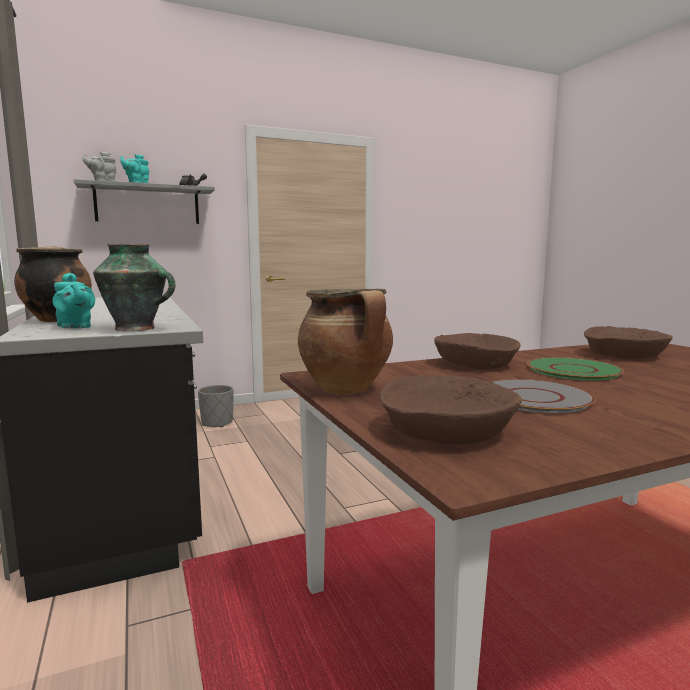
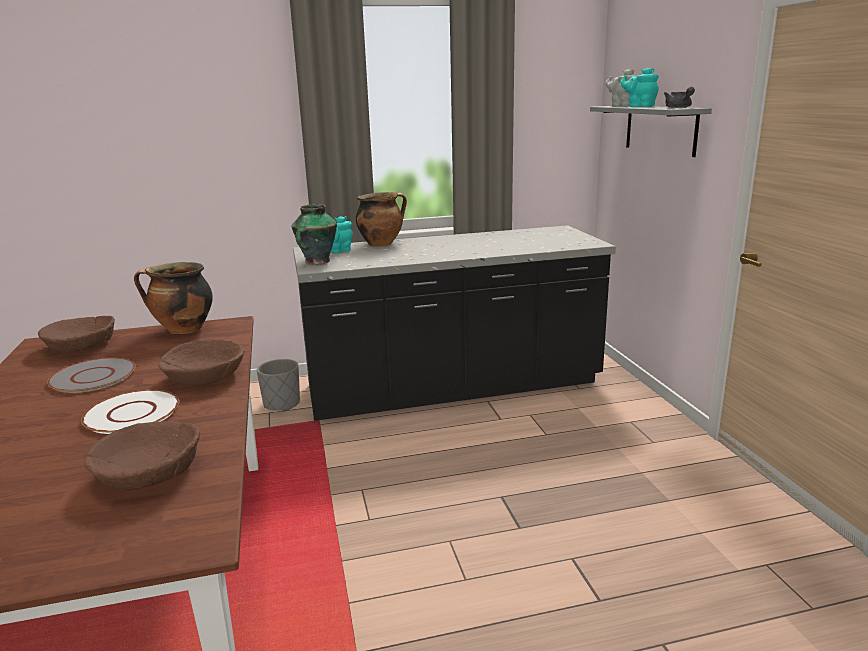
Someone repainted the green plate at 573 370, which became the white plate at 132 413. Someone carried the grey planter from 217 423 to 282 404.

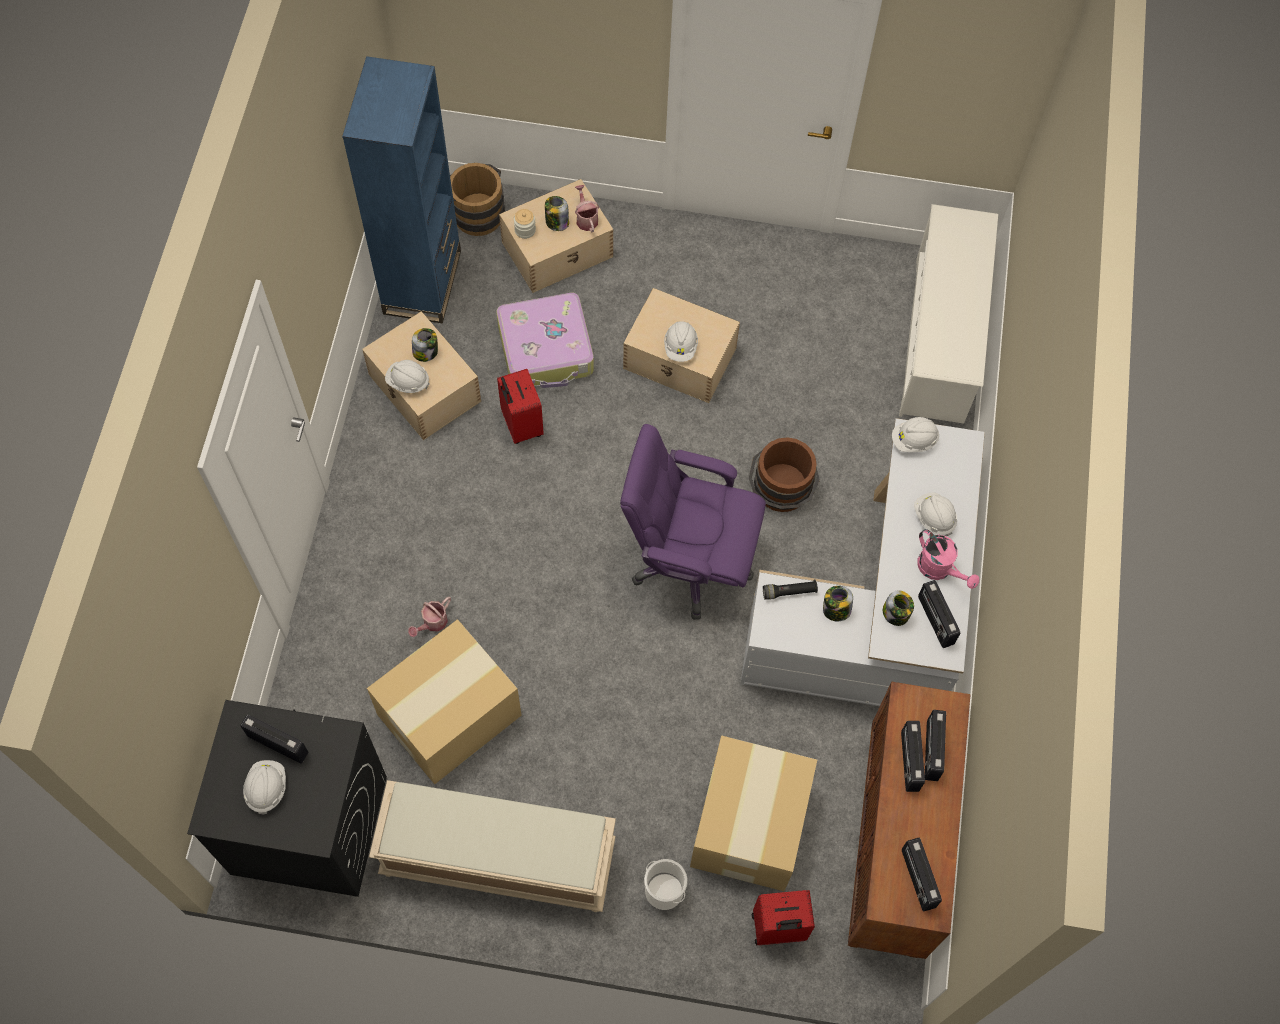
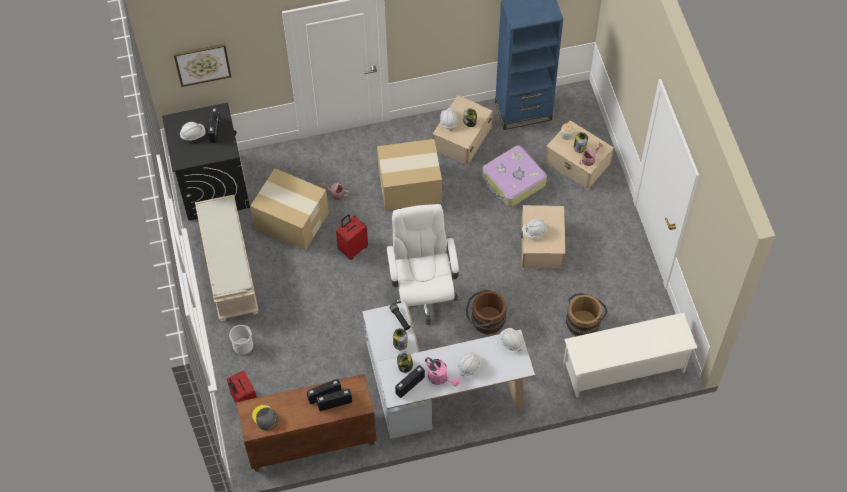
Someone put up the picture at 202 64. Someone swapped the radio at 917 879 for the grey cap at 265 418. Someone carried the red suitcase from 520 425 to 353 248. Someone carried the cardboard box from 748 826 to 408 186. Someone repainted the purple office chair at 689 562, which became the white office chair at 423 293. Someone rotated the pink watering can at 939 569 by 75 degrees counterclockwise. Someone carried the brown bucket from 475 211 to 584 321.

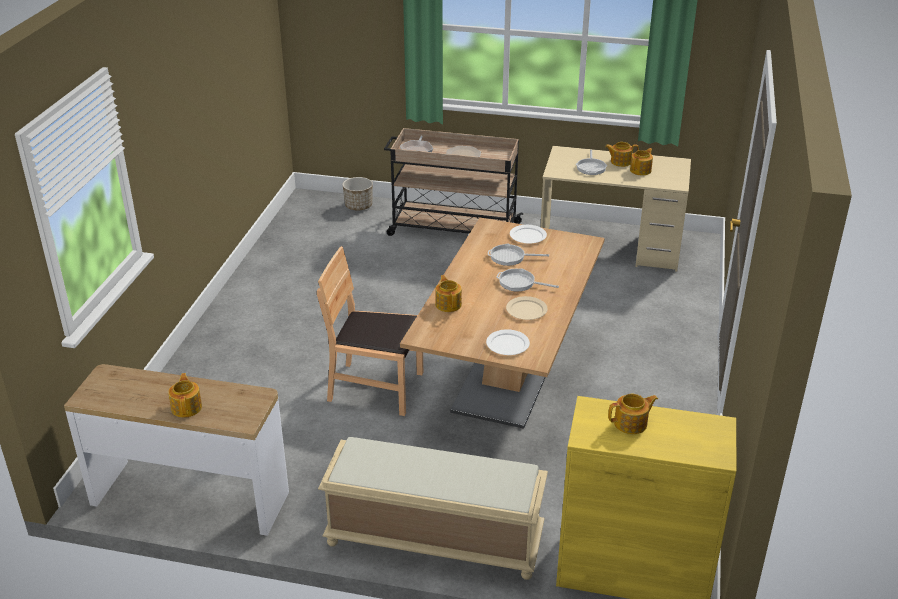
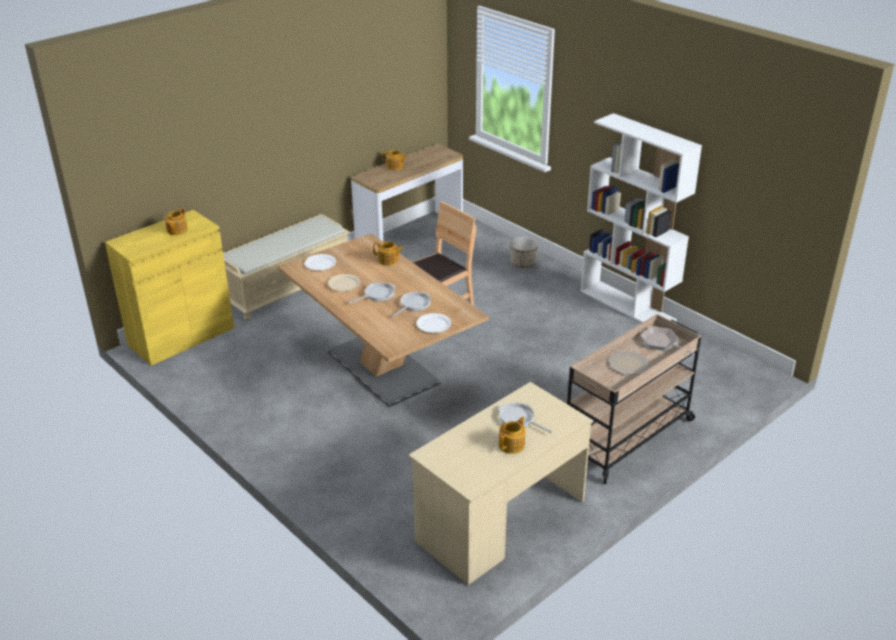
Someone carried the planter from 358 206 to 523 263. Someone put down the white bookcase at 628 305. Someone took away the teapot at 641 170.

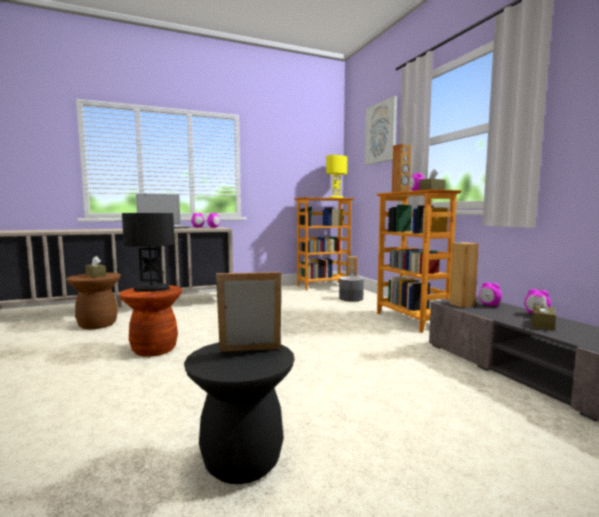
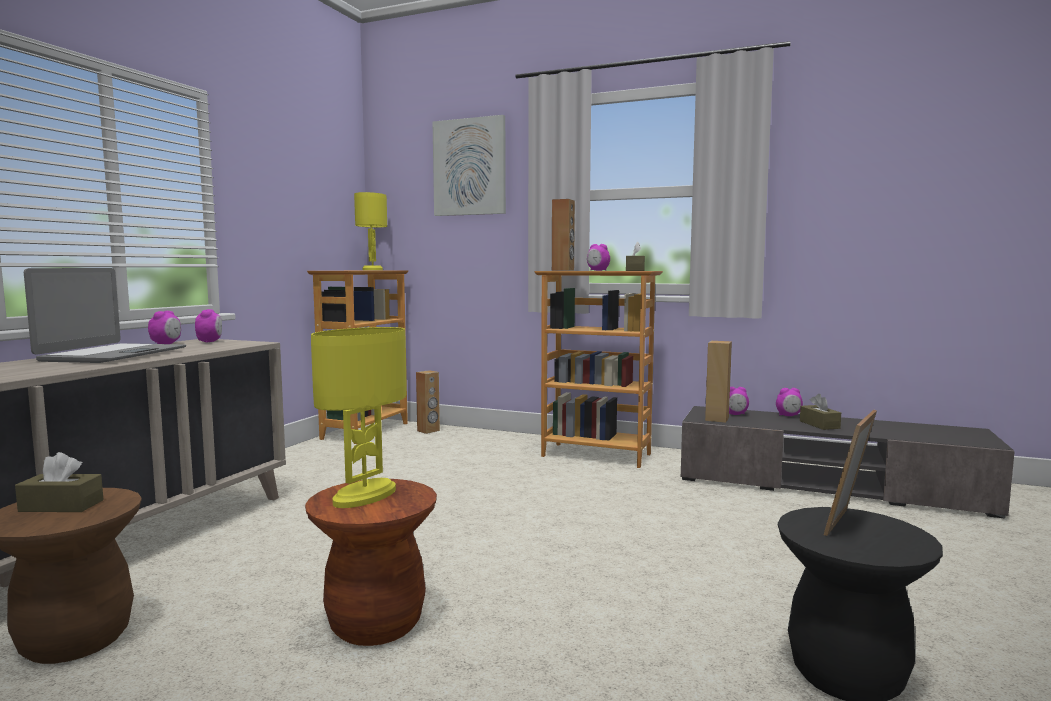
Someone repainted the black table lamp at 152 289, which became the yellow table lamp at 364 496. Someone took away the grey planter at 351 298.

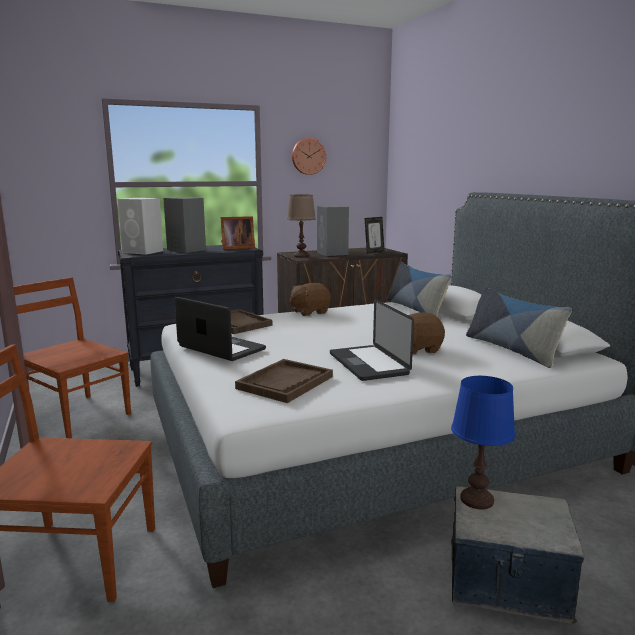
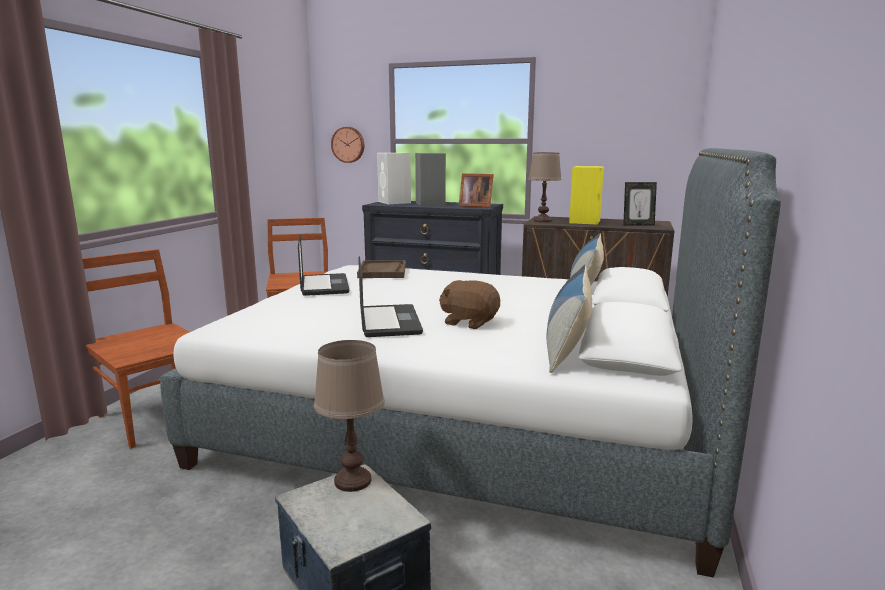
Someone repainted the blue table lamp at 477 500, which became the brown table lamp at 352 481. Someone carried the wall clock from 308 156 to 348 144. Someone rotated the laptop at 368 364 by 150 degrees clockwise. Someone repainted the grey speaker at 332 253, which became the yellow speaker at 584 222. Someone took away the brown tray at 285 383. Someone took away the brown plush toy at 309 312.

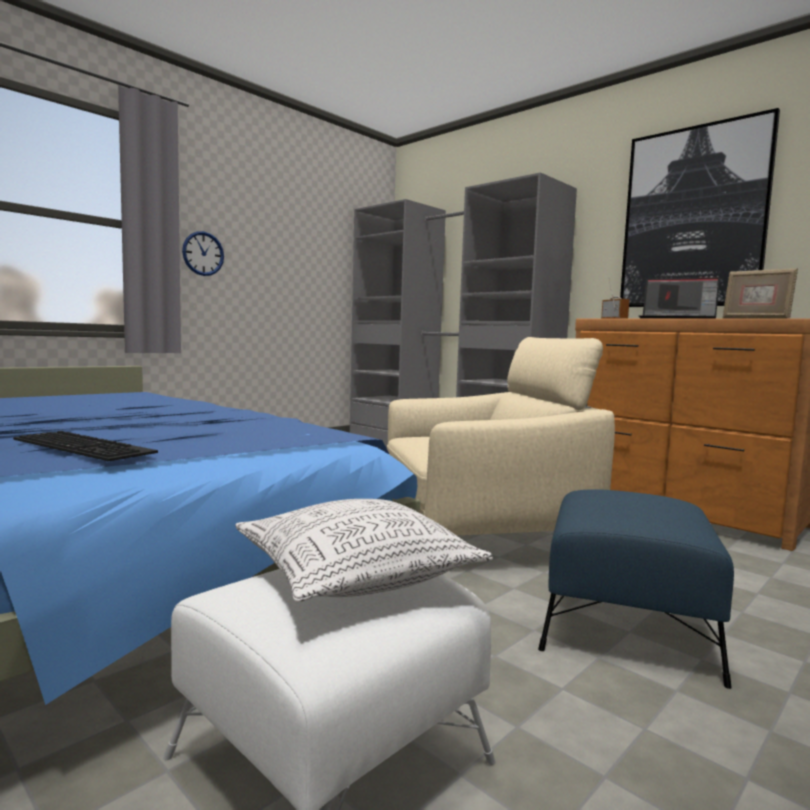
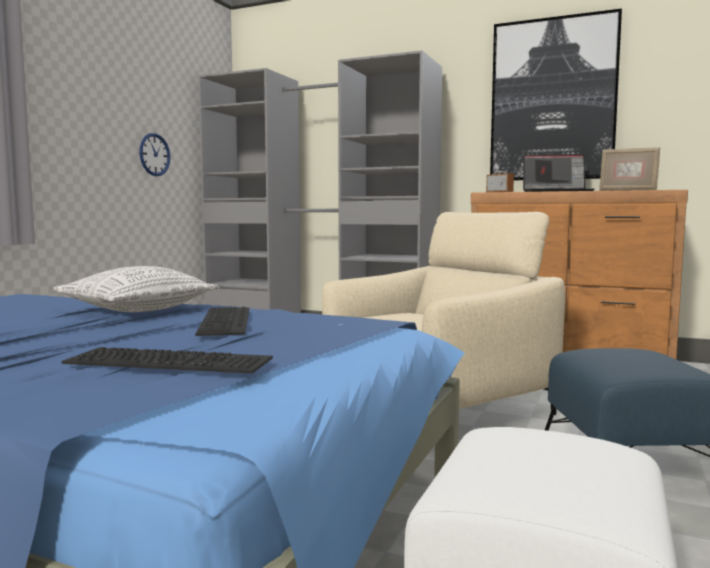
Someone carried the pillow from 356 575 to 138 309. Someone carried the wall clock from 203 253 to 154 154. Someone put down the keyboard at 228 321.

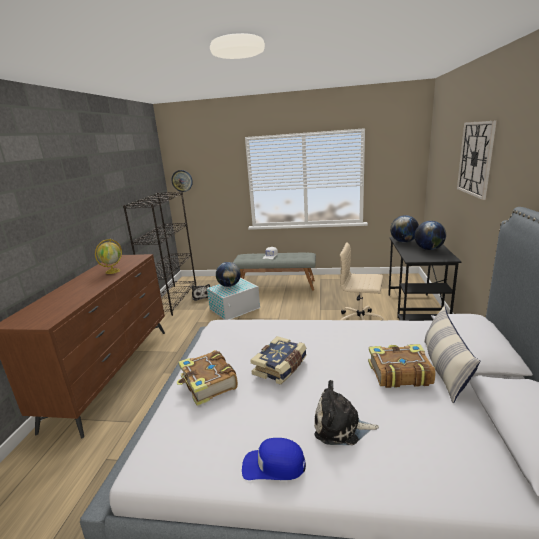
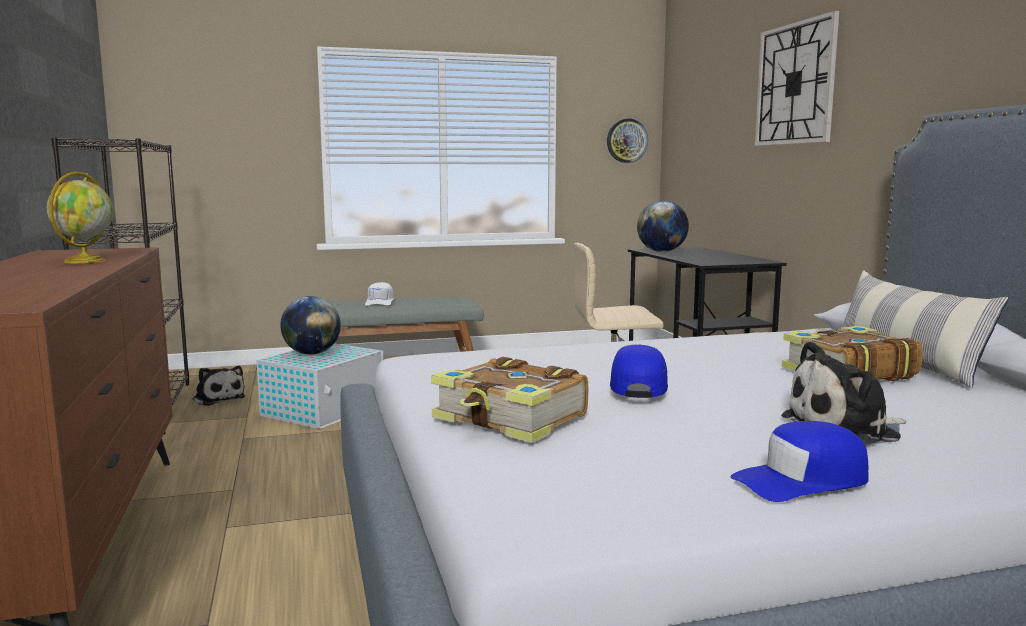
Someone carried the wall clock from 182 180 to 626 140. Someone swapped the book at 281 367 for the blue cap at 638 385. Someone took away the globe at 428 249.

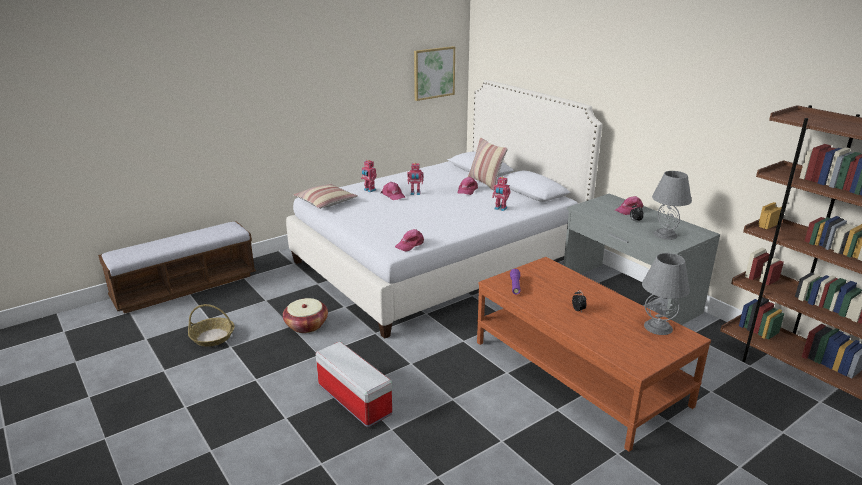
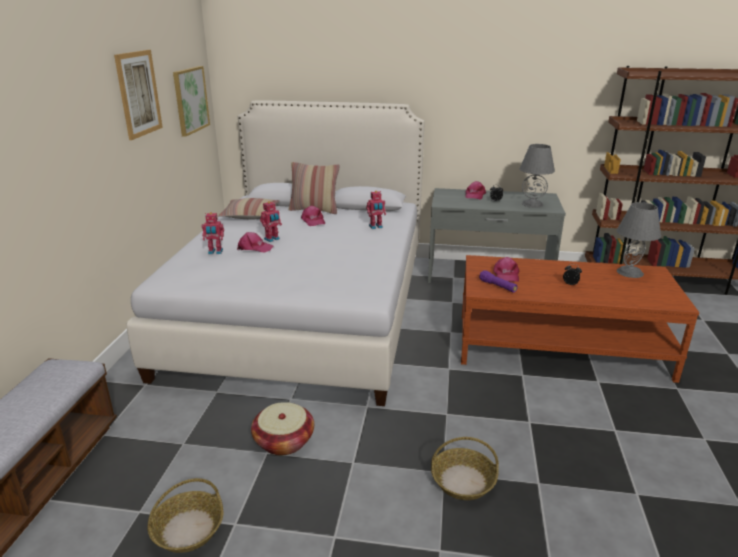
Someone put up the picture at 138 94. Someone carried the pillow from 326 202 to 250 215. Someone swapped the storage box at 353 399 for the basket at 462 481. Someone carried the pink cap from 410 244 to 506 275.

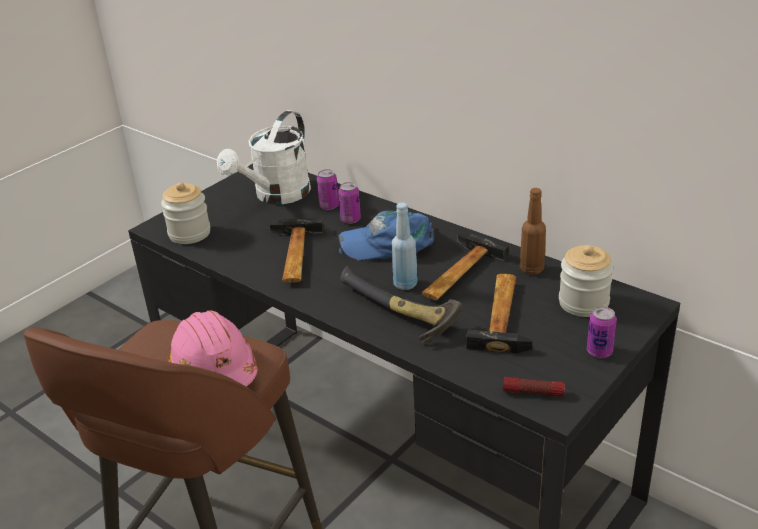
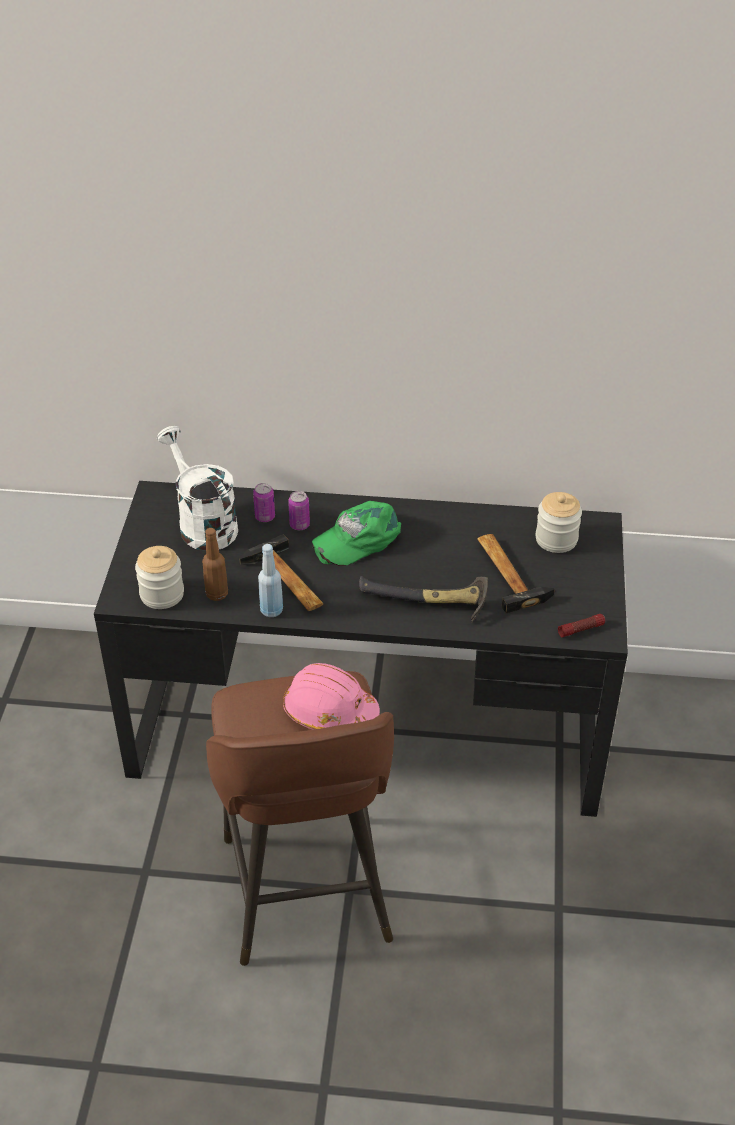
Someone rotated the white watering can at 276 196 by 150 degrees clockwise. Someone carried the brown bottle from 531 269 to 217 594. Someone carried the blue bottle from 405 284 to 271 610. Someone repainted the blue cap at 389 243, which became the green cap at 357 538. Someone took away the hammer at 456 274. Someone took away the can at 599 352.

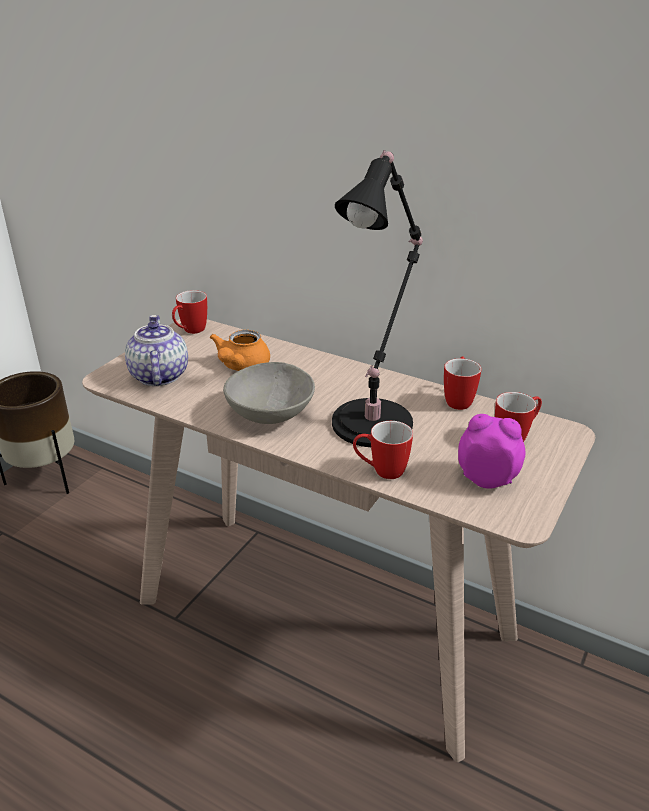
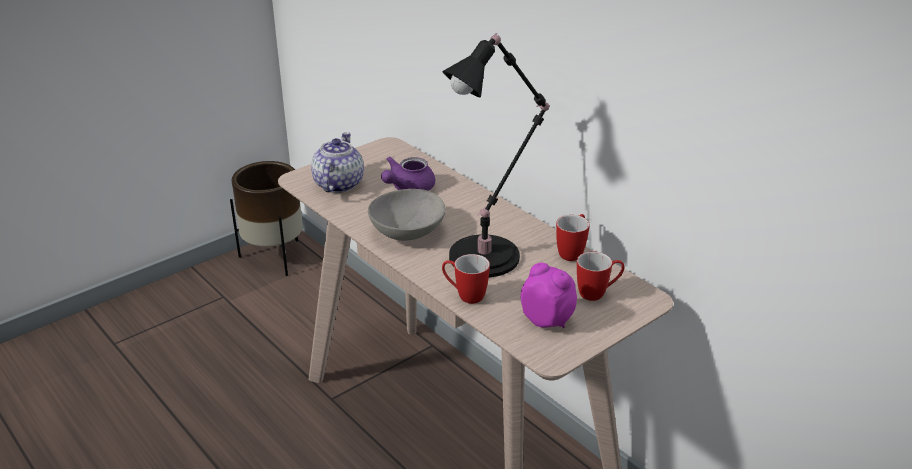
Someone repainted the orange teapot at 241 366, which became the purple teapot at 408 188. Someone took away the mug at 190 331.

